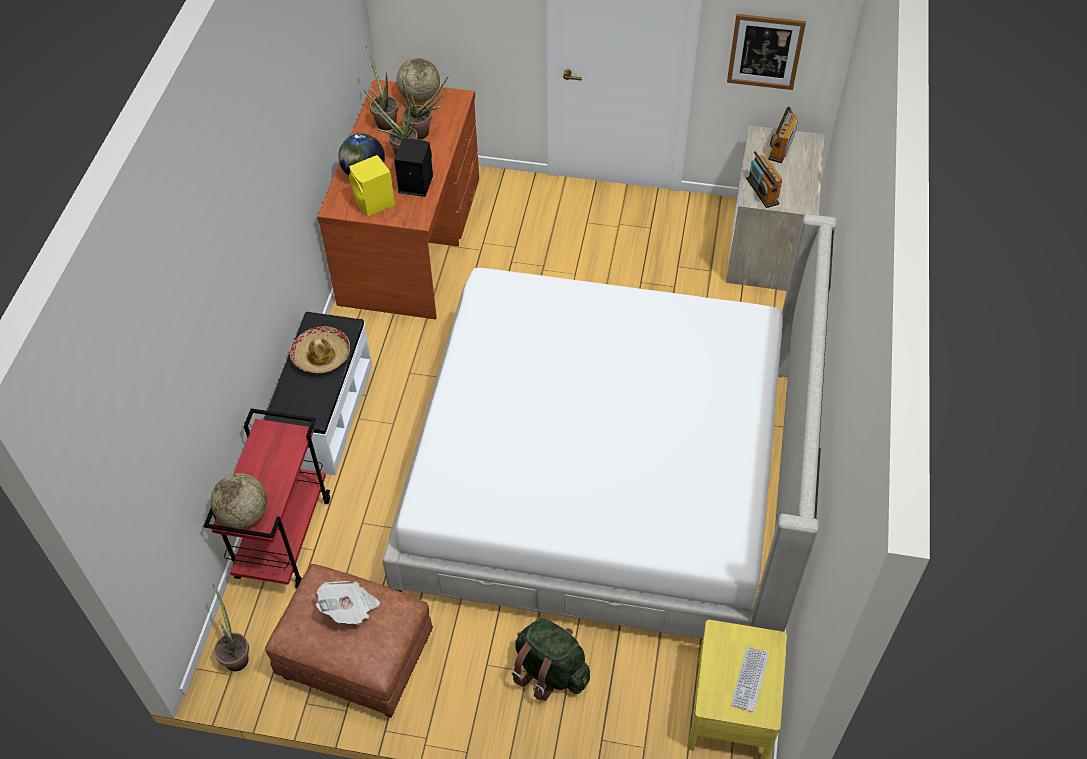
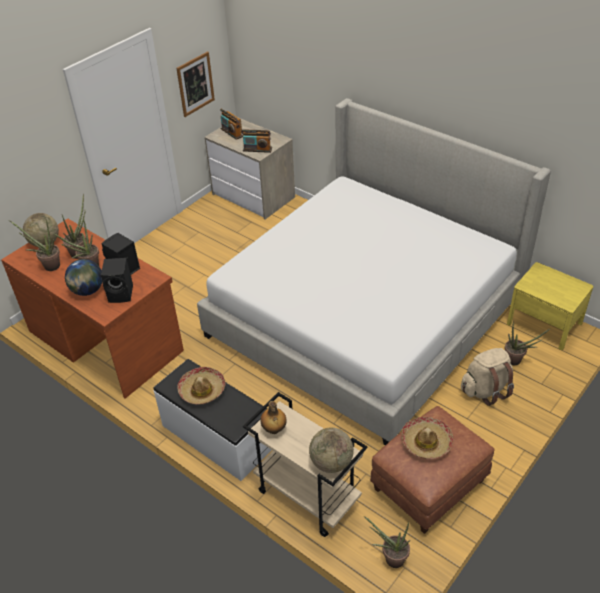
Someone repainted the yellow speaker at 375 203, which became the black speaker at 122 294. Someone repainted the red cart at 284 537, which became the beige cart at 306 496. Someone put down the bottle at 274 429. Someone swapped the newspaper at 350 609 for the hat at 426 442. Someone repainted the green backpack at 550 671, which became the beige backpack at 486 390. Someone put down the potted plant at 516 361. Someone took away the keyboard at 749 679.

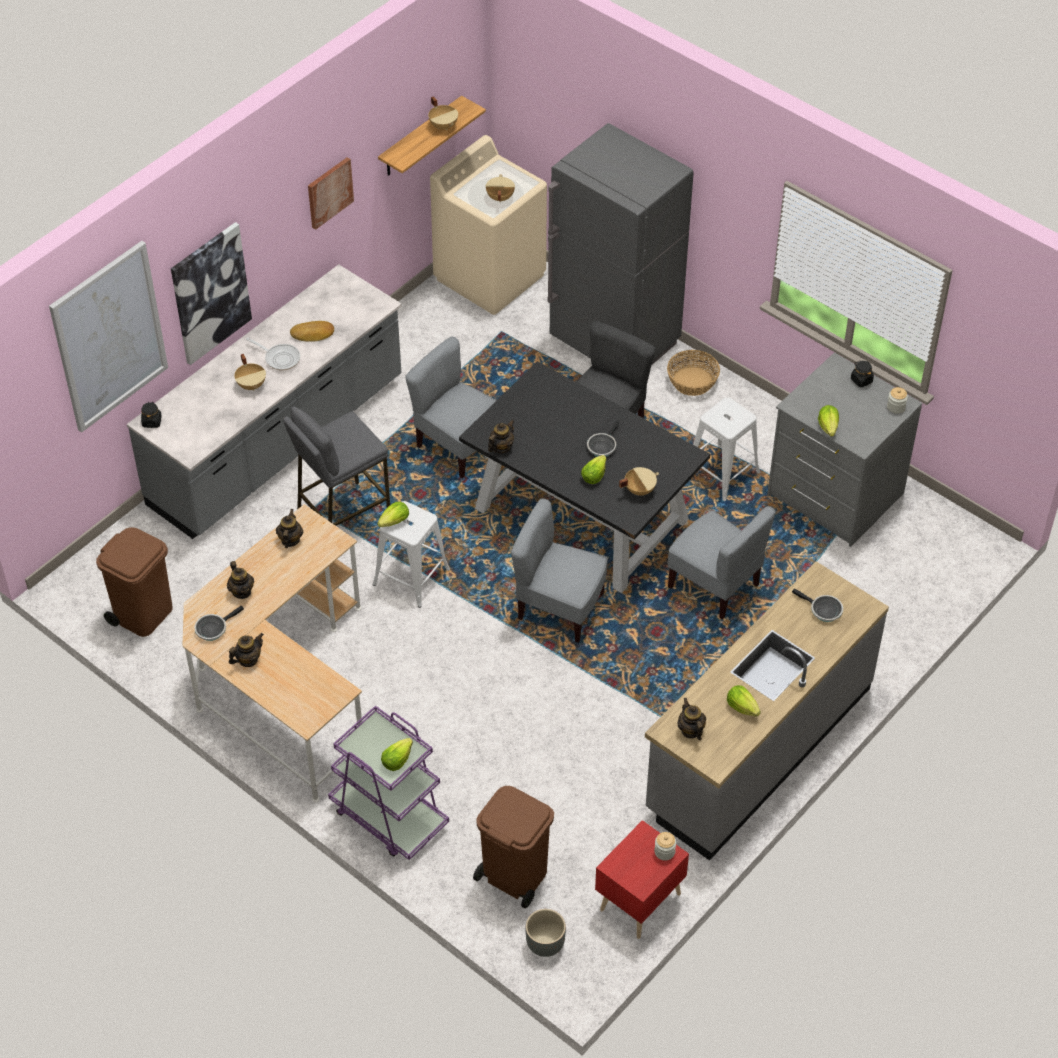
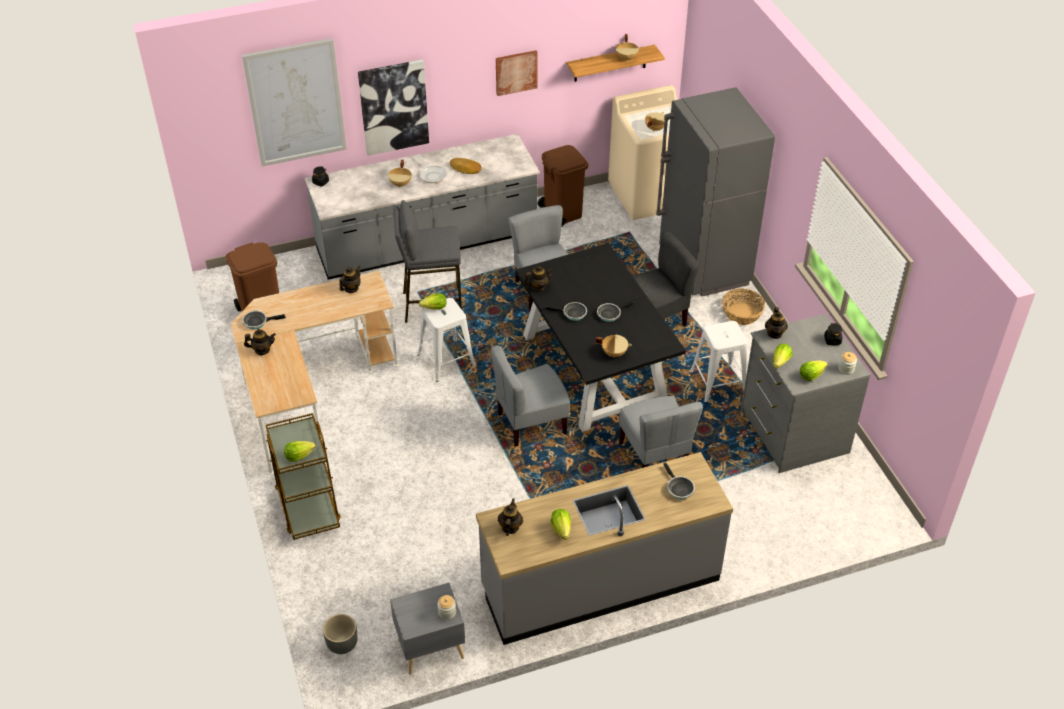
Someone repainted the purple cart at 388 816, which became the brown cart at 308 506. Someone repainted the red nightstand at 638 902, which became the grey nightstand at 429 648. Someone rotated the grey chair at 559 608 by 75 degrees counterclockwise. Someone carried the brown trash can from 514 875 to 562 212. Someone put down the frying pan at 572 314. Someone carried the teapot from 242 591 to 775 333. Someone carried the lettuce from 594 476 to 811 375.

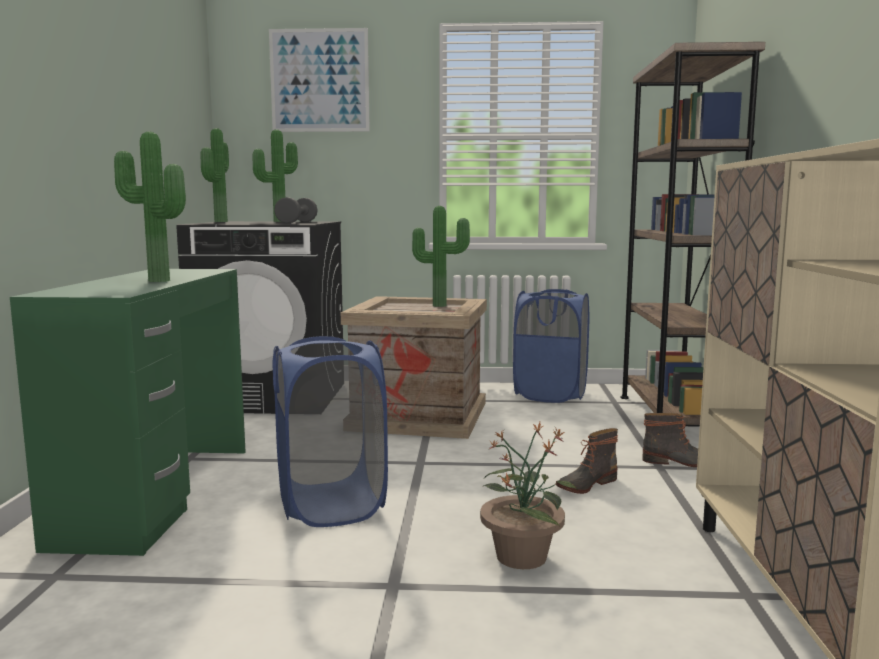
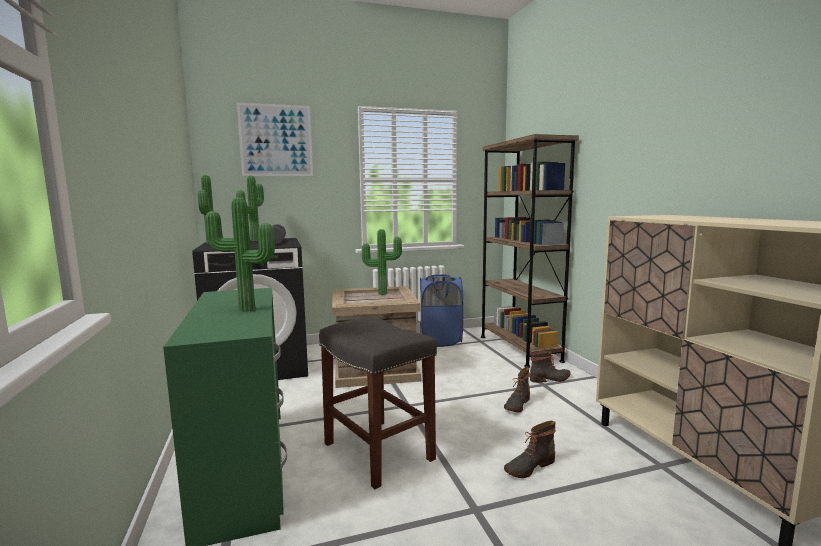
Someone swapped the blue laundry basket at 331 505 for the grey stool at 379 451. Someone swapped the potted plant at 522 556 for the boot at 528 466.

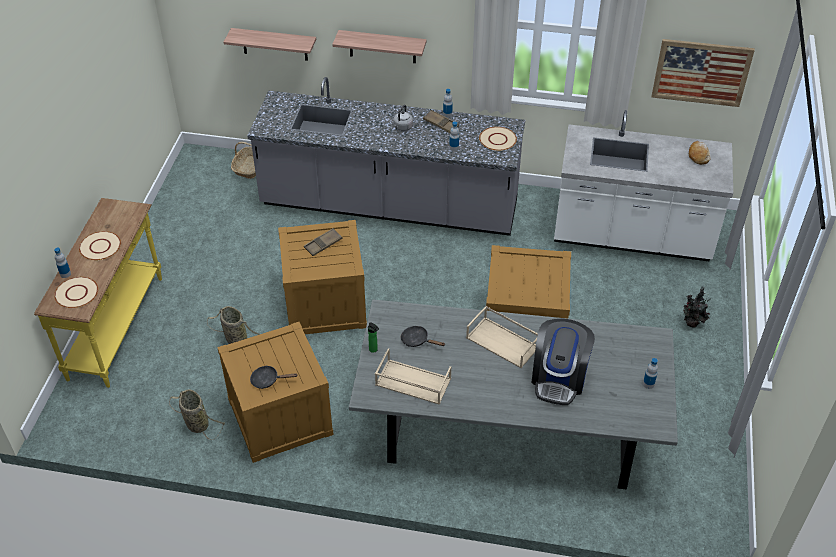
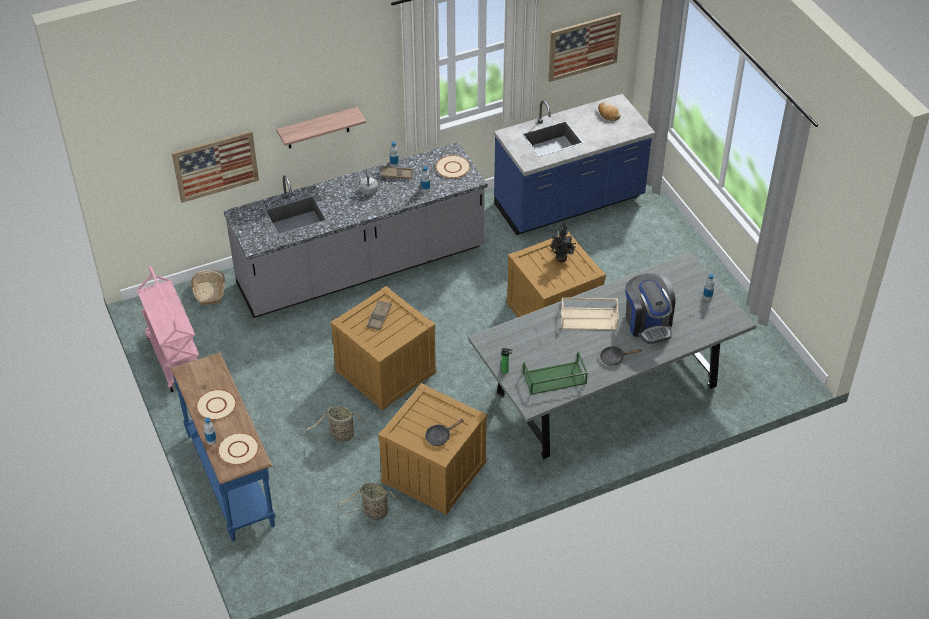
Someone put down the pink cart at 174 358. Someone repainted the yellow console table at 117 328, which became the blue console table at 232 479. Someone swapped the shelf at 274 44 for the picture at 215 166. Someone repainted the white counter at 632 236, which became the blue counter at 569 203. Someone repainted the beige tray at 412 382, which became the green tray at 554 379. Someone carried the potted plant from 691 324 to 561 259. Someone carried the black frying pan from 417 340 to 614 358.

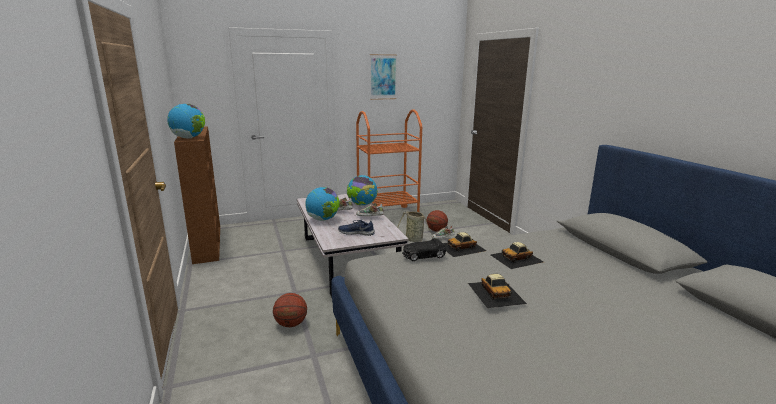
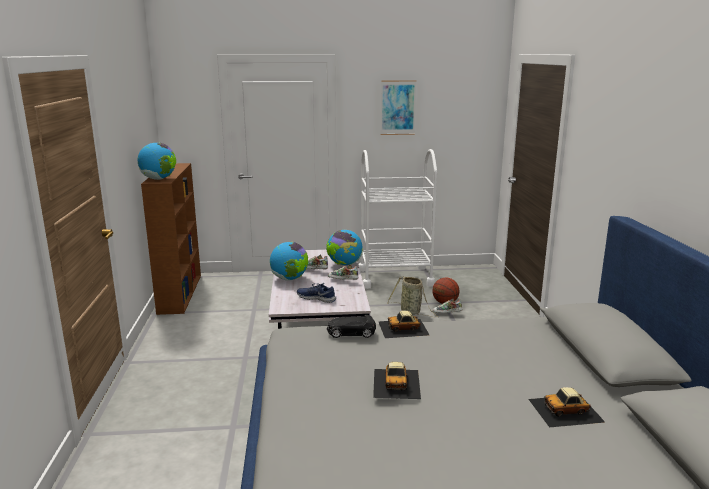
Someone repainted the orange cart at 387 215, which became the white cart at 395 277. Someone carried the toy car from 516 258 to 566 410. Someone took away the basketball at 291 324.

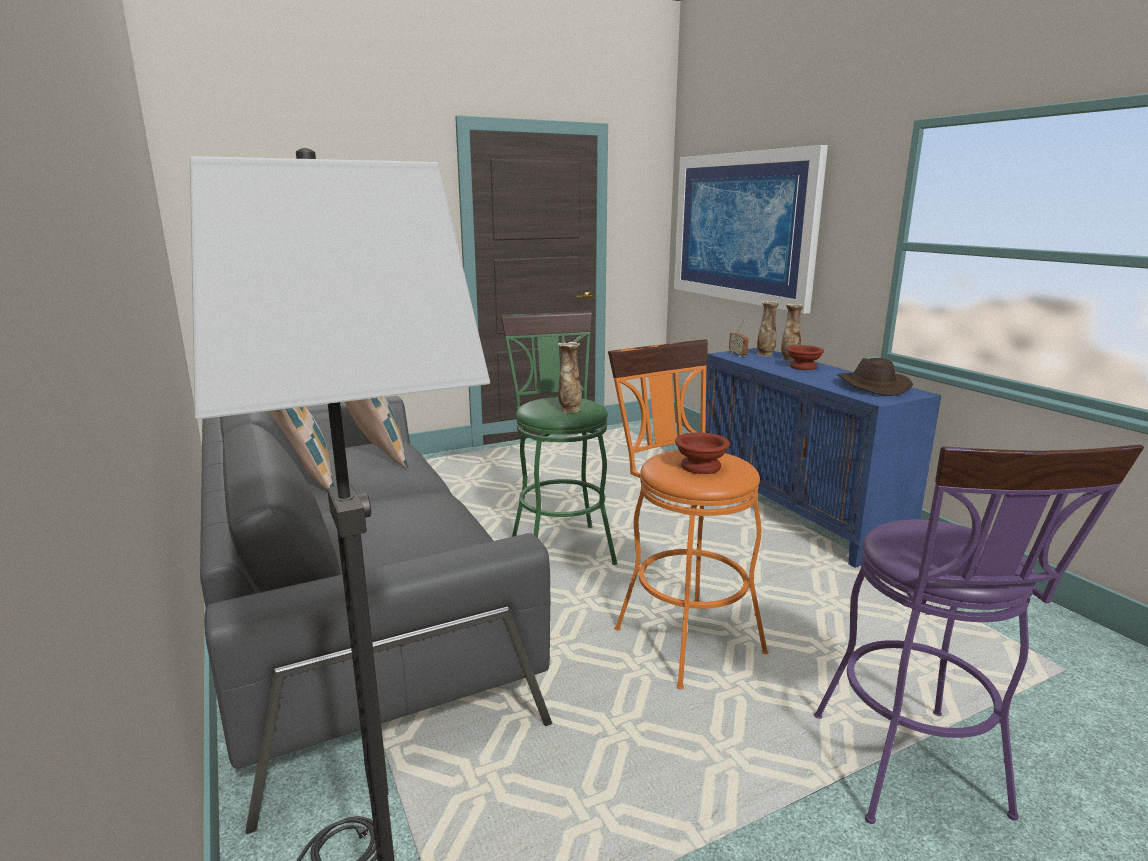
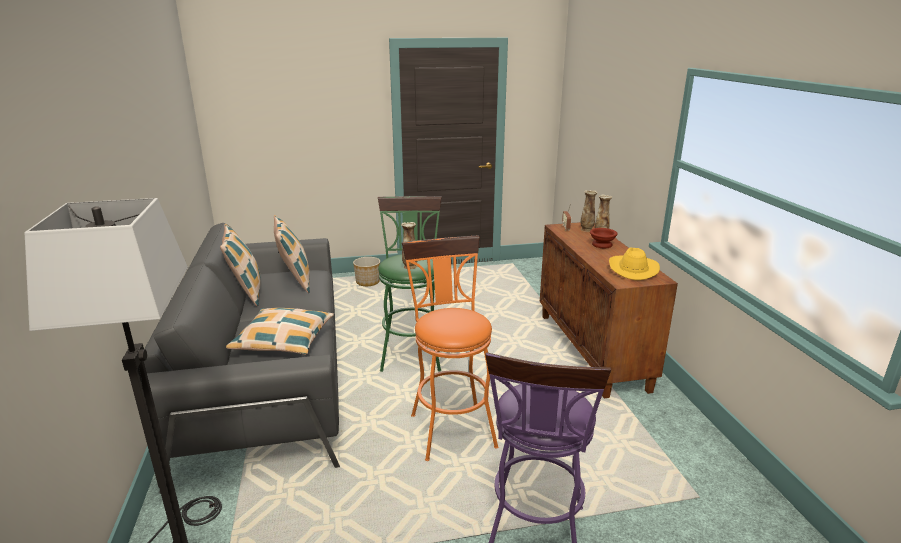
Someone put down the pillow at 283 340. Someone put down the planter at 368 282. Someone repainted the blue cabinet at 796 515, which became the brown cabinet at 592 351. Someone repainted the brown hat at 871 386, which became the yellow hat at 632 269. Someone took away the picture at 742 228. Someone took away the brown bowl at 699 467.

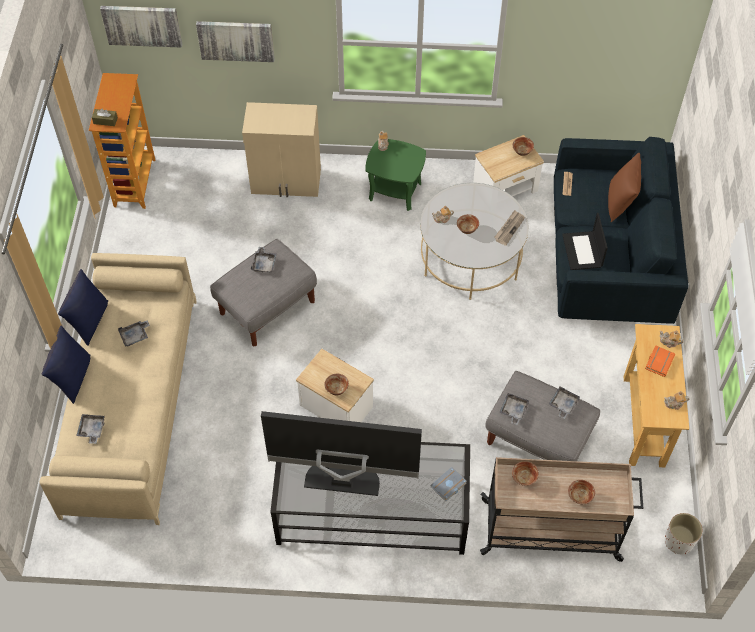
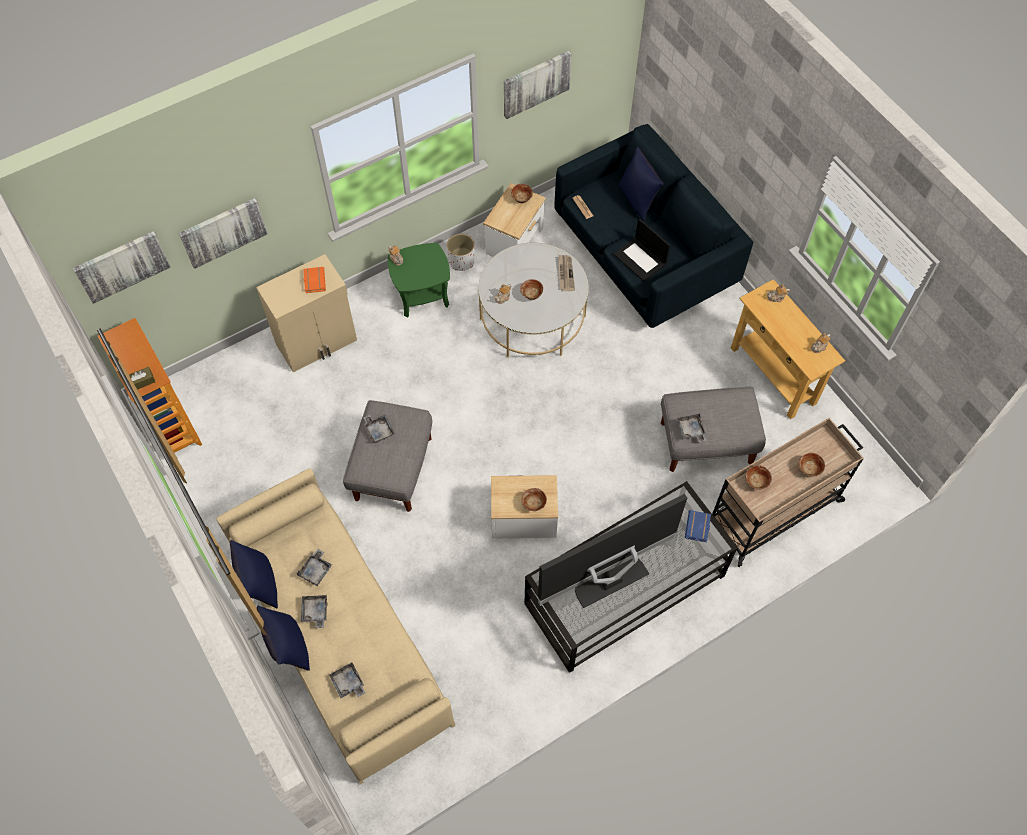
Someone carried the grey tray from 563 404 to 315 612. Someone carried the orange book from 658 361 to 313 281. Someone carried the white planter from 679 541 to 462 261. Someone put up the picture at 536 83. Someone repainted the brown pillow at 620 203, which became the blue pillow at 637 200. Someone repainted the grey book at 448 486, which became the blue book at 698 528.

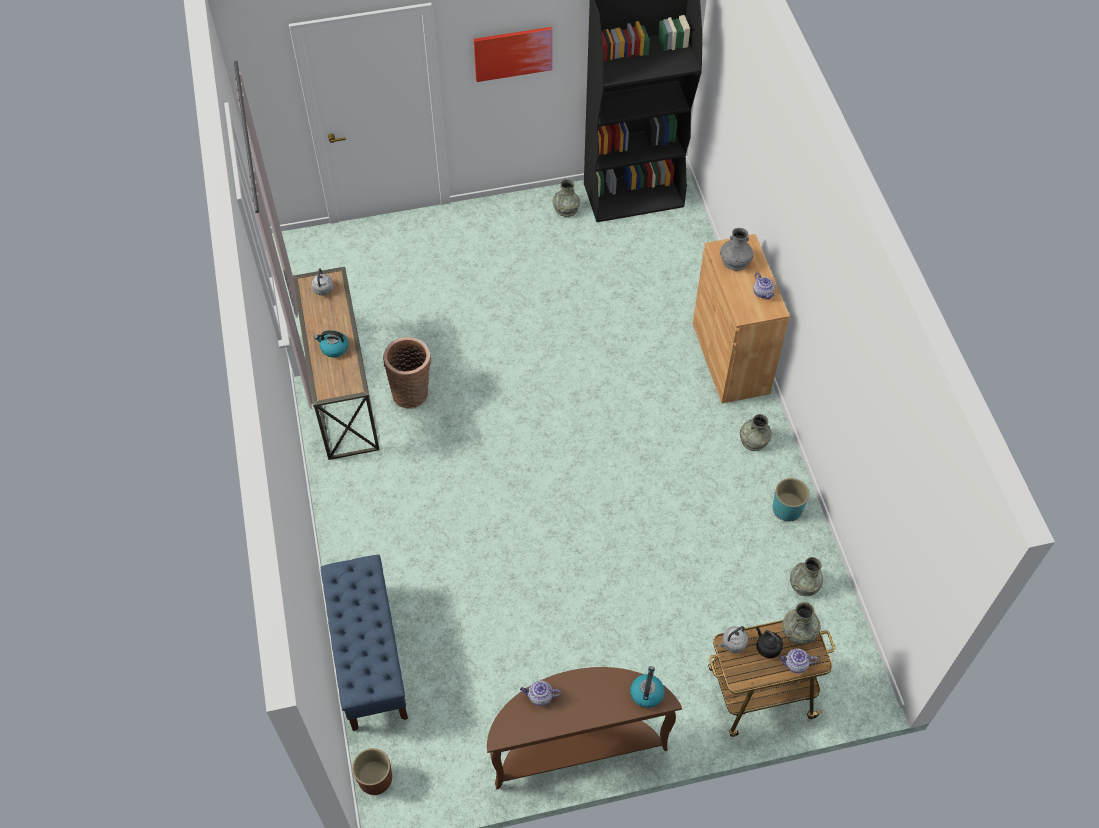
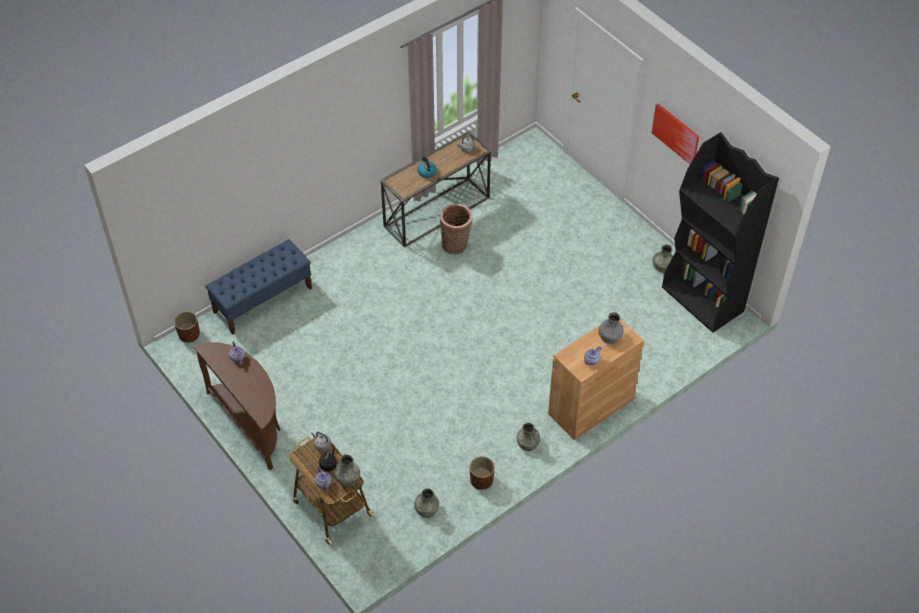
Someone repainted the turquoise planter at 787 509, which became the brown planter at 481 480. Someone took away the kettle at 646 693.

